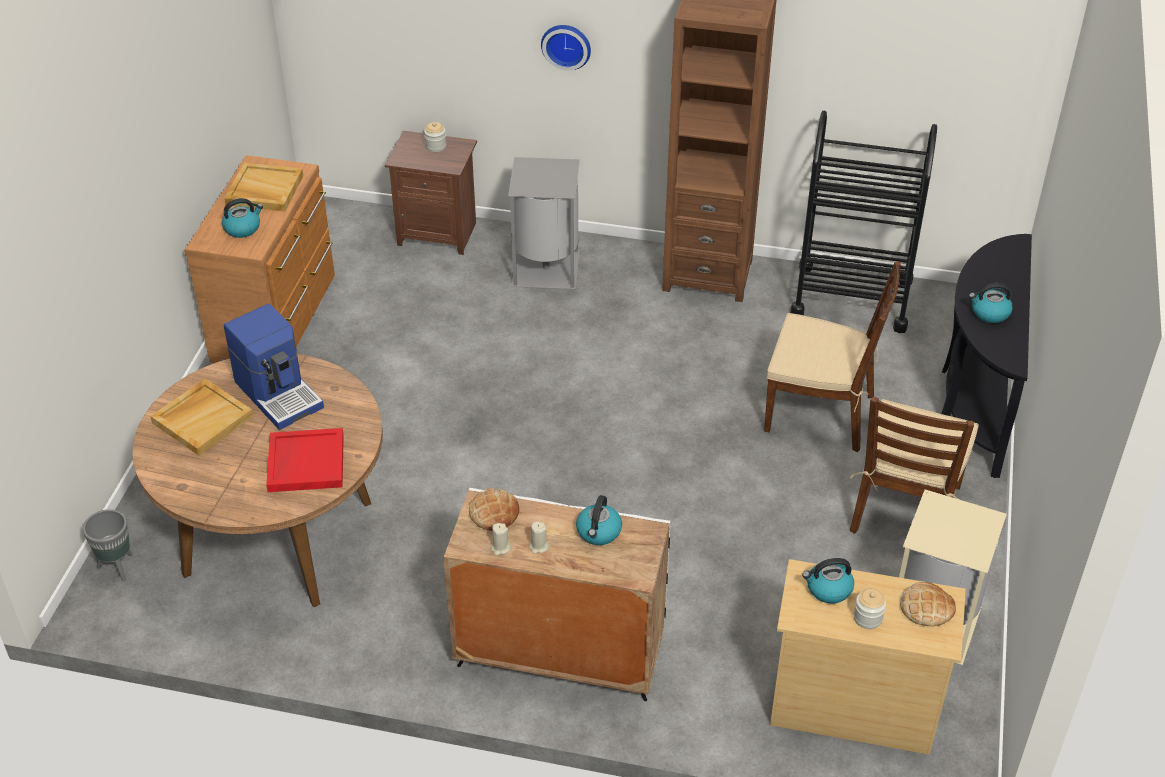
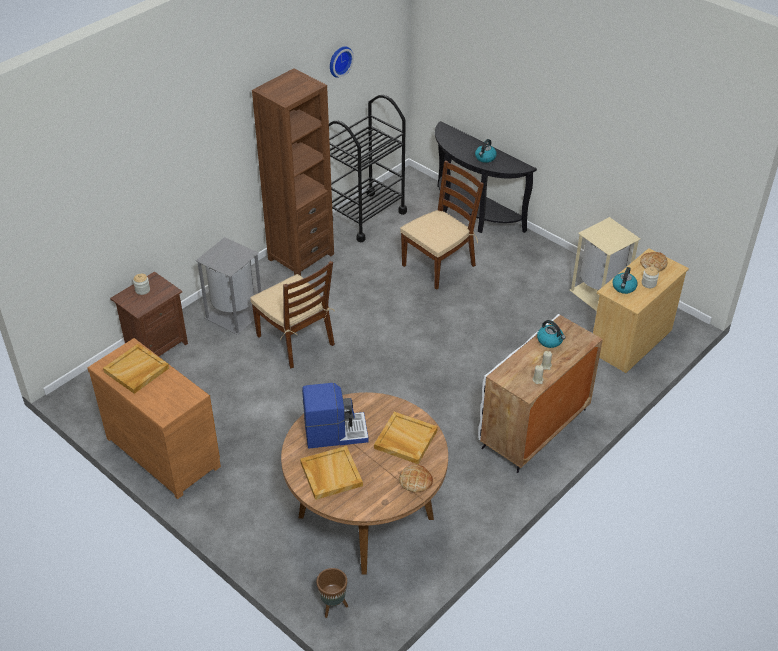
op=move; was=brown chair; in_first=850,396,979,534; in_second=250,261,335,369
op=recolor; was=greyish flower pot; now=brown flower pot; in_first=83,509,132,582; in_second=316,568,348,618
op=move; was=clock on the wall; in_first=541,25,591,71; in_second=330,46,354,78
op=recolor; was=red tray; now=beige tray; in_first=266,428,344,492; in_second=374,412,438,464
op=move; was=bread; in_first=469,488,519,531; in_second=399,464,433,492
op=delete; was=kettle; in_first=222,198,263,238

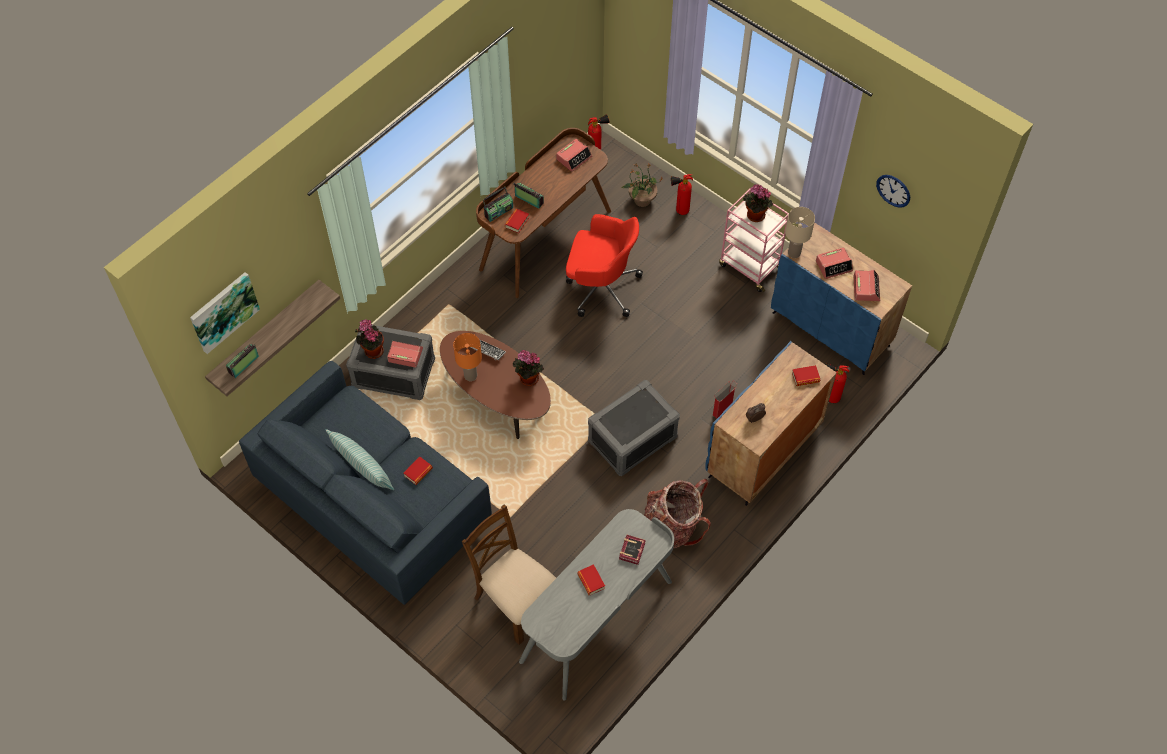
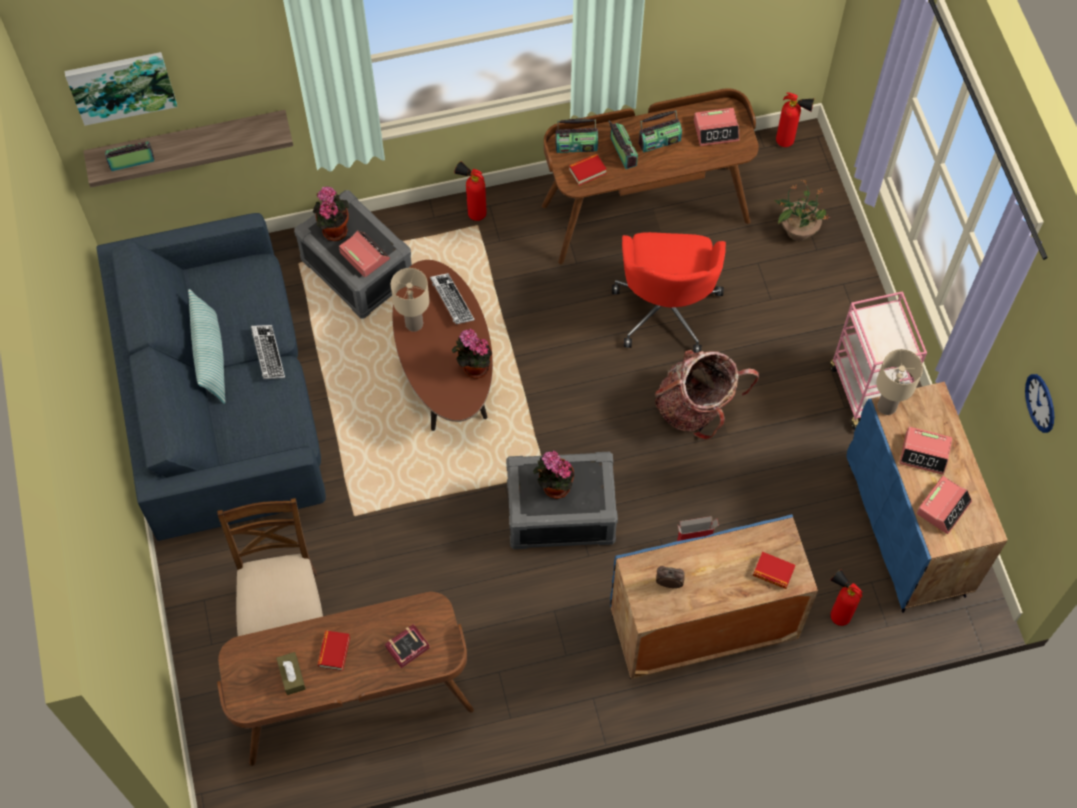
op=recolor; was=greyish desk unit; now=brown desk unit; in_first=519,509,674,701; in_second=217,592,474,766
op=insert; now=PC keyboard; in_second=251,325,285,379
op=insert; now=brown box of tissues; in_second=276,652,306,695
op=recolor; was=orange lamp for a table; now=beige lamp for a table; in_first=453,333,482,381; in_second=391,268,430,332
op=move; was=fire extinguisher; in_first=671,174,693,215; in_second=454,161,487,221
op=move; was=potted plant; in_first=743,184,773,222; in_second=533,451,574,499
op=rotate; was=red office chair; in_first=566,214,643,317; in_second=612,232,726,353; clockwise=45
op=insert; now=radio set; in_second=639,110,682,152
op=move; was=knapsack; in_first=644,479,711,548; in_second=655,350,759,440
op=delete; was=bound book; in_first=404,457,433,485

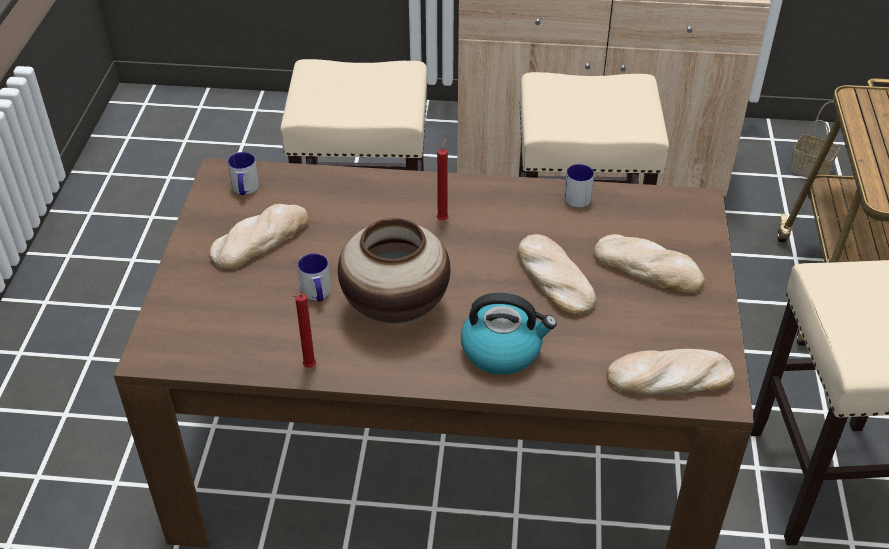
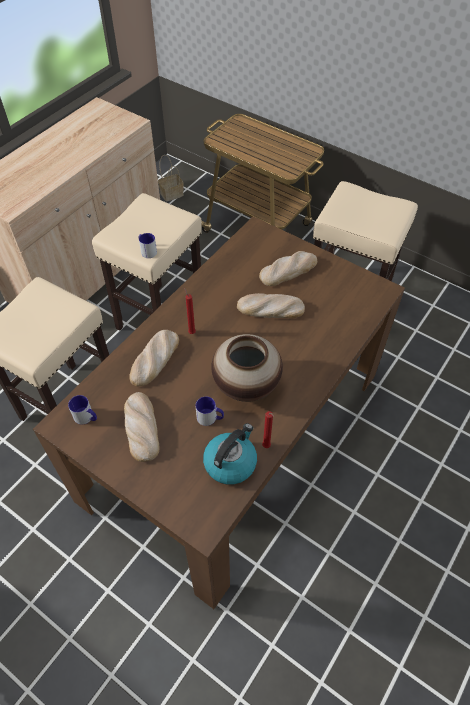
op=move; was=bread; in_first=606,349,735,395; in_second=129,330,179,386
op=move; was=tea mug; in_first=564,164,594,207; in_second=138,233,157,258
op=move; was=kettle; in_first=461,293,557,375; in_second=203,423,257,485

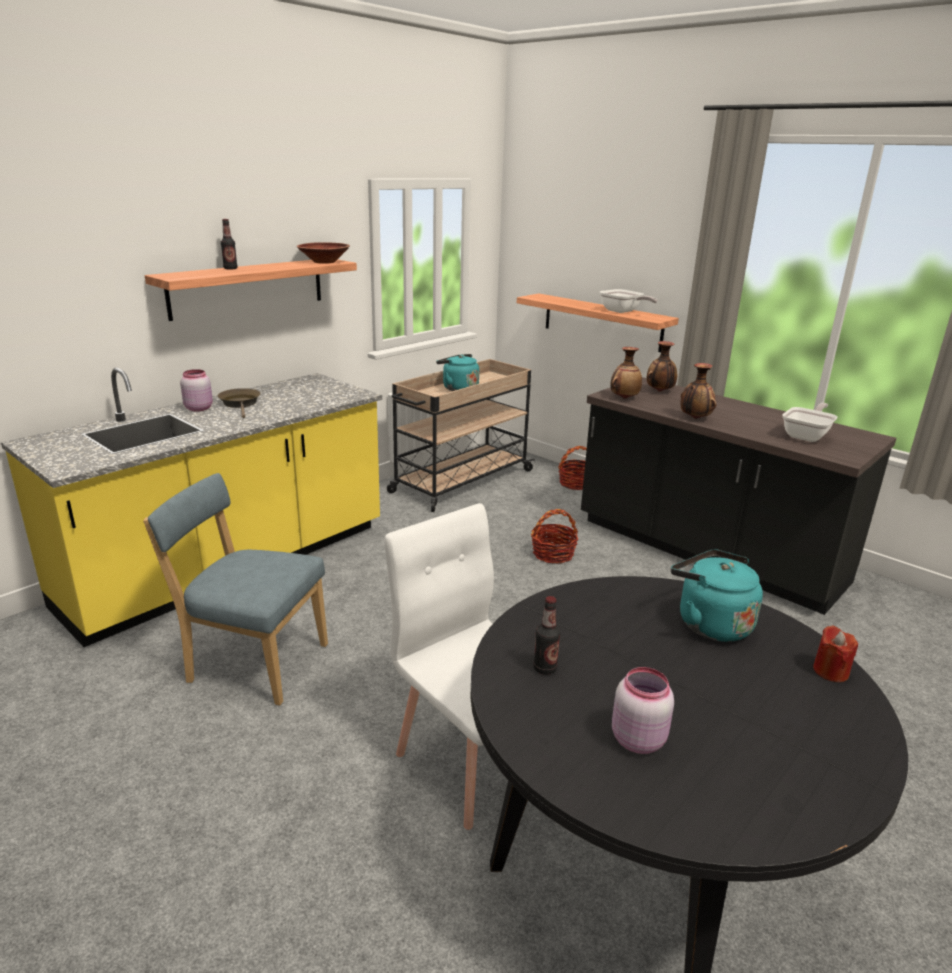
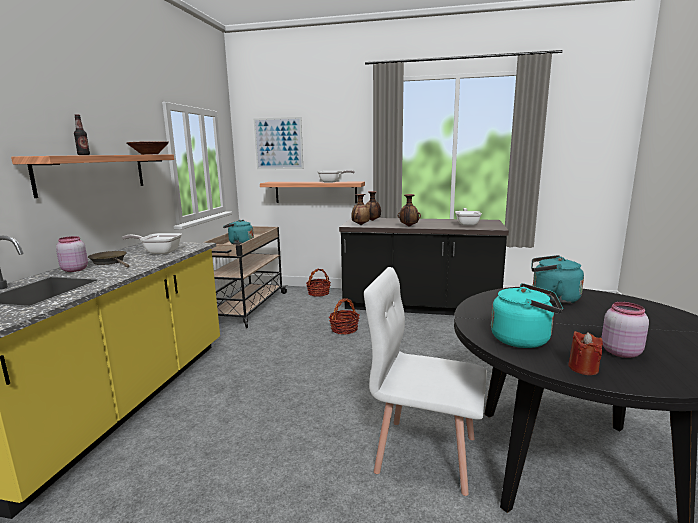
op=insert; now=pan; in_second=122,233,182,254
op=insert; now=picture; in_second=254,117,303,169
op=replace; was=drink bottle; now=turquoise-coloured kettle; in_first=533,596,560,675; in_second=491,283,563,348
op=move; was=red wax candle; in_first=813,625,858,682; in_second=568,331,603,375
op=delete; was=blue chair; in_first=143,473,328,706

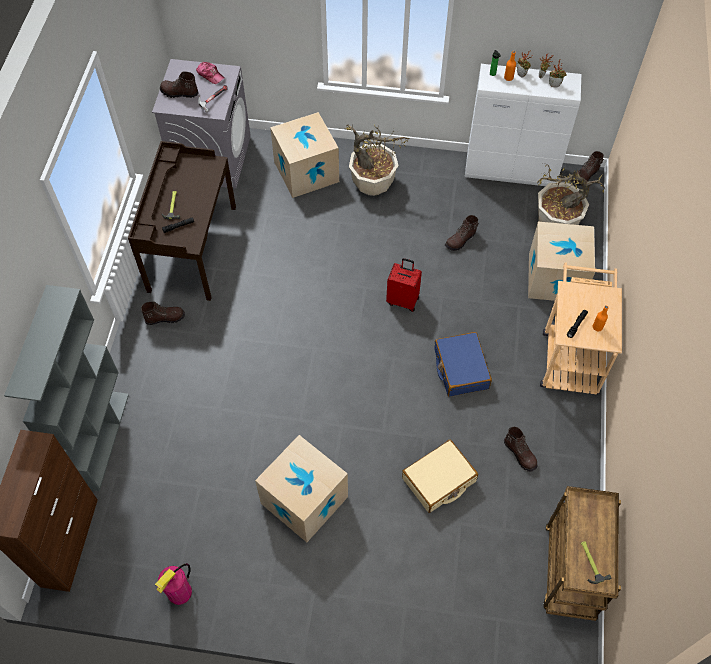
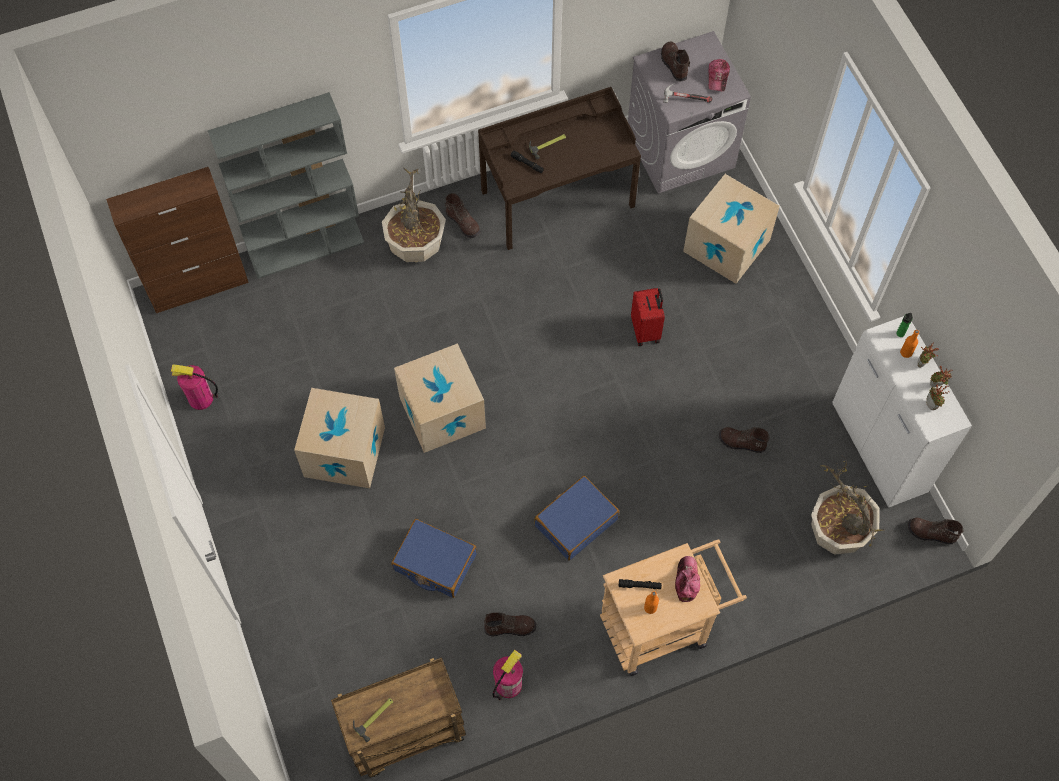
op=move; was=potted plant; in_first=346,124,410,196; in_second=382,168,446,262
op=recolor; was=beige piece of luggage; now=blue piece of luggage; in_first=402,440,478,513; in_second=391,519,477,598
op=move; was=cardboard box; in_first=528,222,595,301; in_second=394,343,486,453
op=rotate; was=brown boot; in_first=504,426,538,472; in_second=484,612,537,637; clockwise=-120
op=insert; now=fire extinguisher; in_second=492,650,523,701
op=move; was=red piece of luggage; in_first=386,258,422,312; in_second=631,288,665,346
op=insert; now=cap; in_second=675,556,700,602

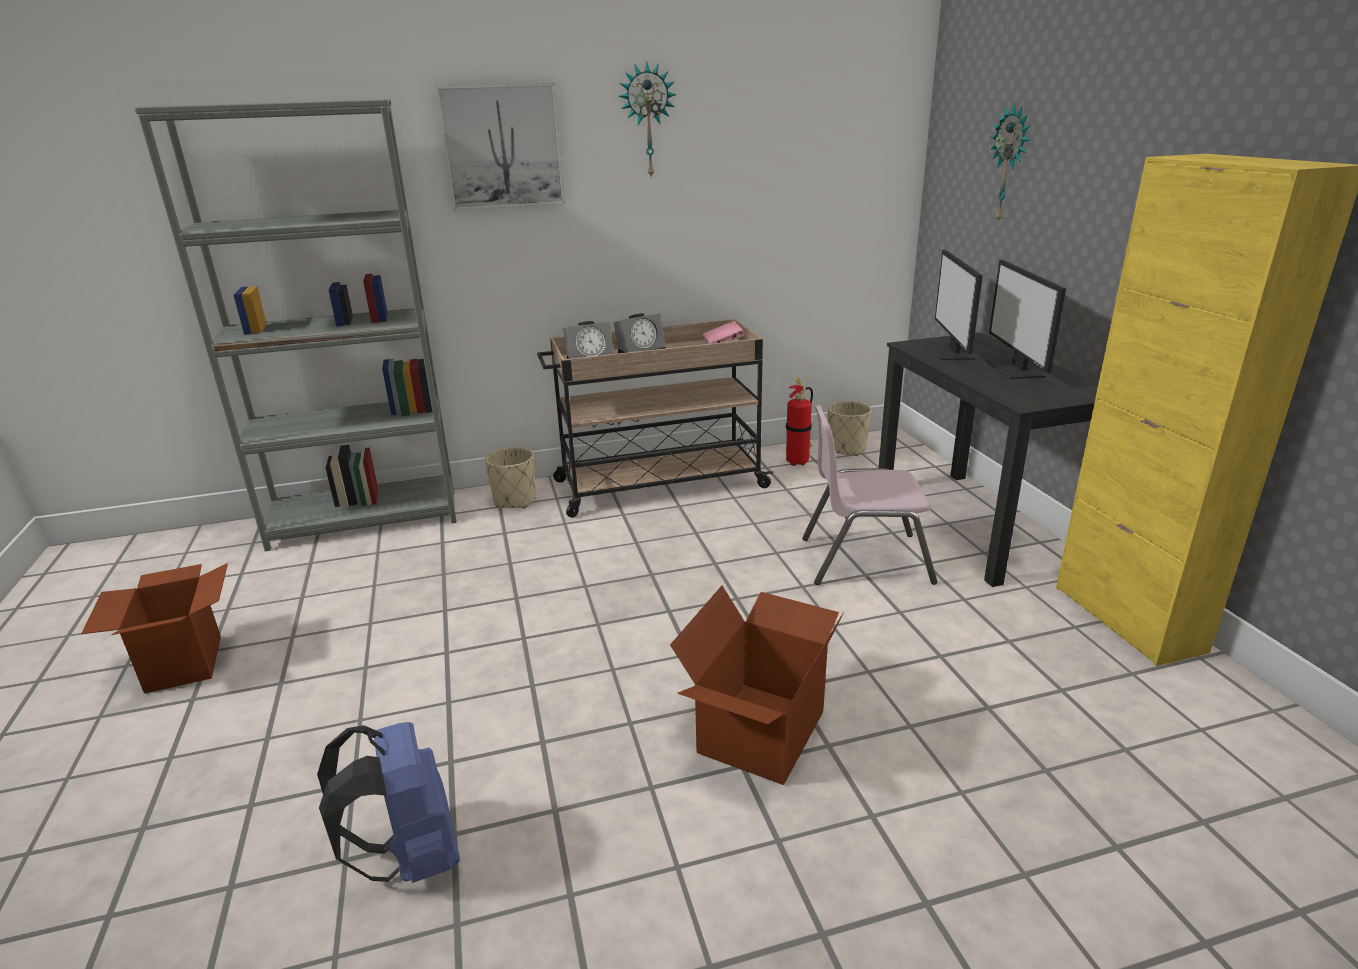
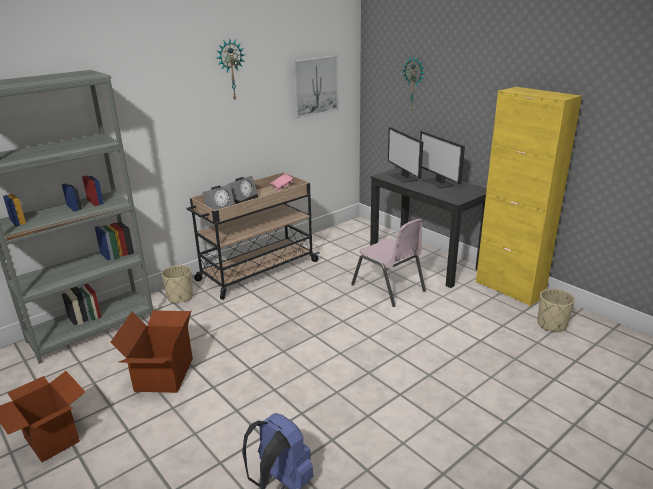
op=move; was=cardboard box; in_first=670,586,844,785; in_second=110,310,193,393
op=move; was=picture; in_first=436,83,565,211; in_second=293,55,338,119
op=rotate; was=pink-coloured chair; in_first=802,405,937,585; in_second=351,219,426,307; clockwise=-105
op=move; was=beige flower pot; in_first=828,401,872,456; in_second=537,289,575,331
op=delete; was=fire extinguisher; in_first=786,379,813,466

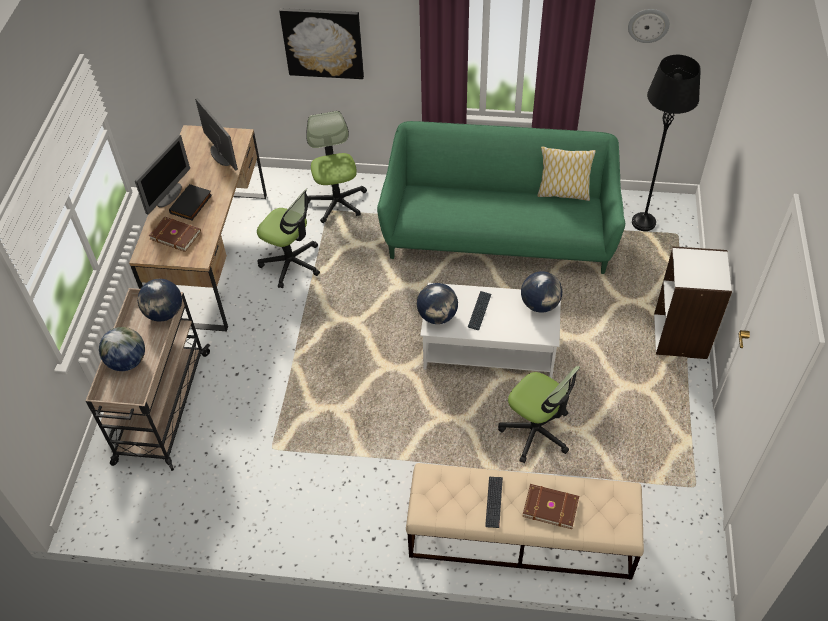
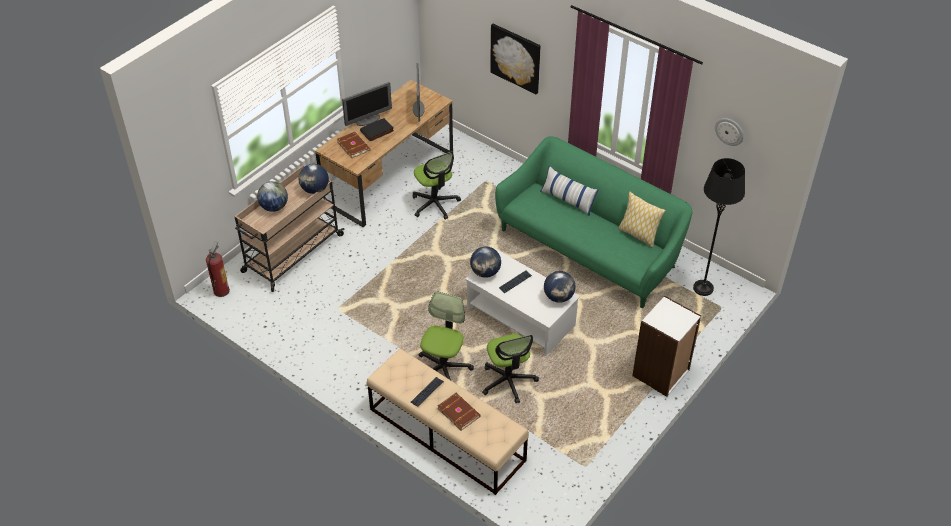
op=insert; now=fire extinguisher; in_second=206,242,230,297
op=move; was=office chair; in_first=306,111,367,223; in_second=418,292,474,380
op=insert; now=throw pillow; in_second=540,166,599,216

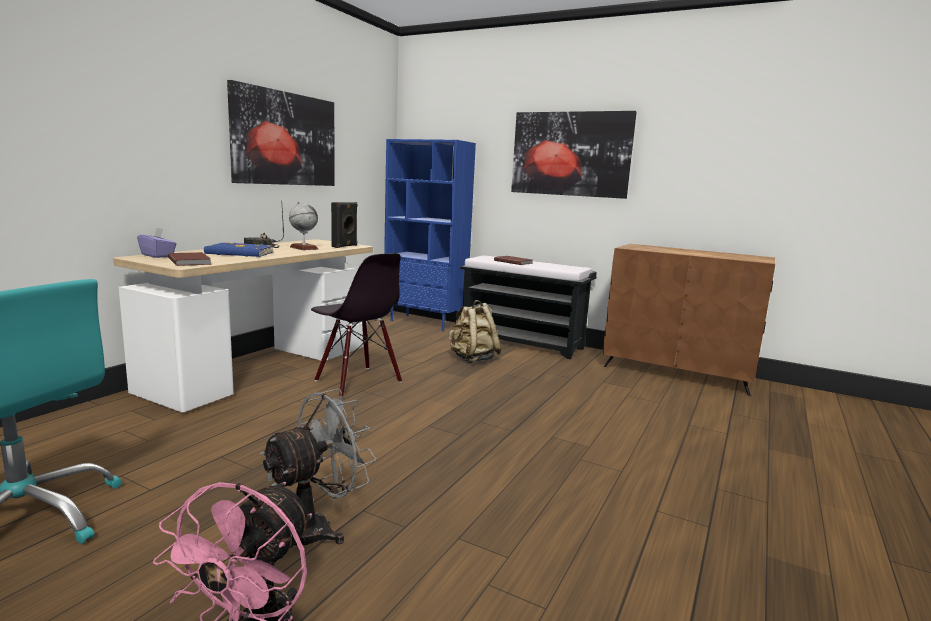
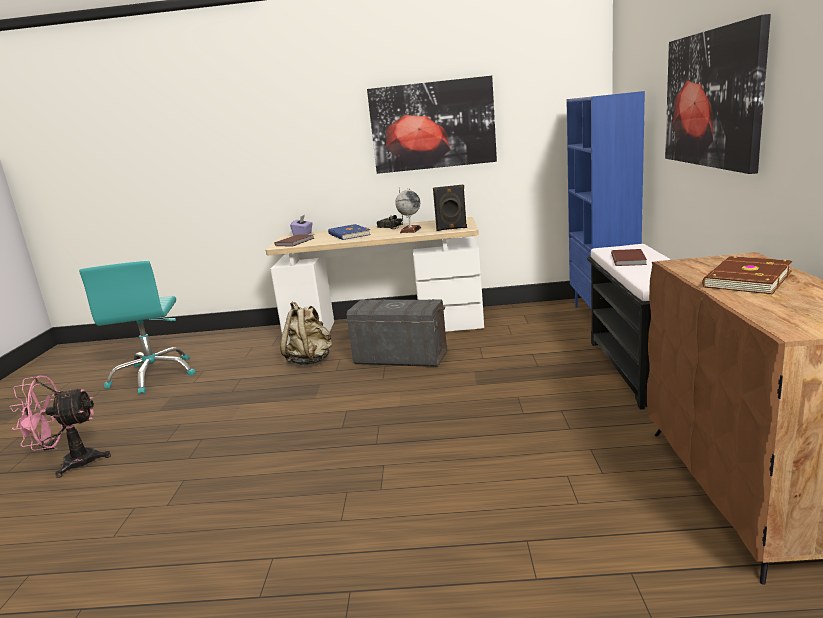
op=move; was=beige knapsack; in_first=448,300,502,363; in_second=280,302,332,365
op=replace; was=black-coloured chair; now=greyish storage bin; in_first=311,253,402,398; in_second=345,299,447,367
op=insert; now=brown bound book; in_second=702,256,792,294
op=delete; was=greyish cooling fan; in_first=259,388,376,545

